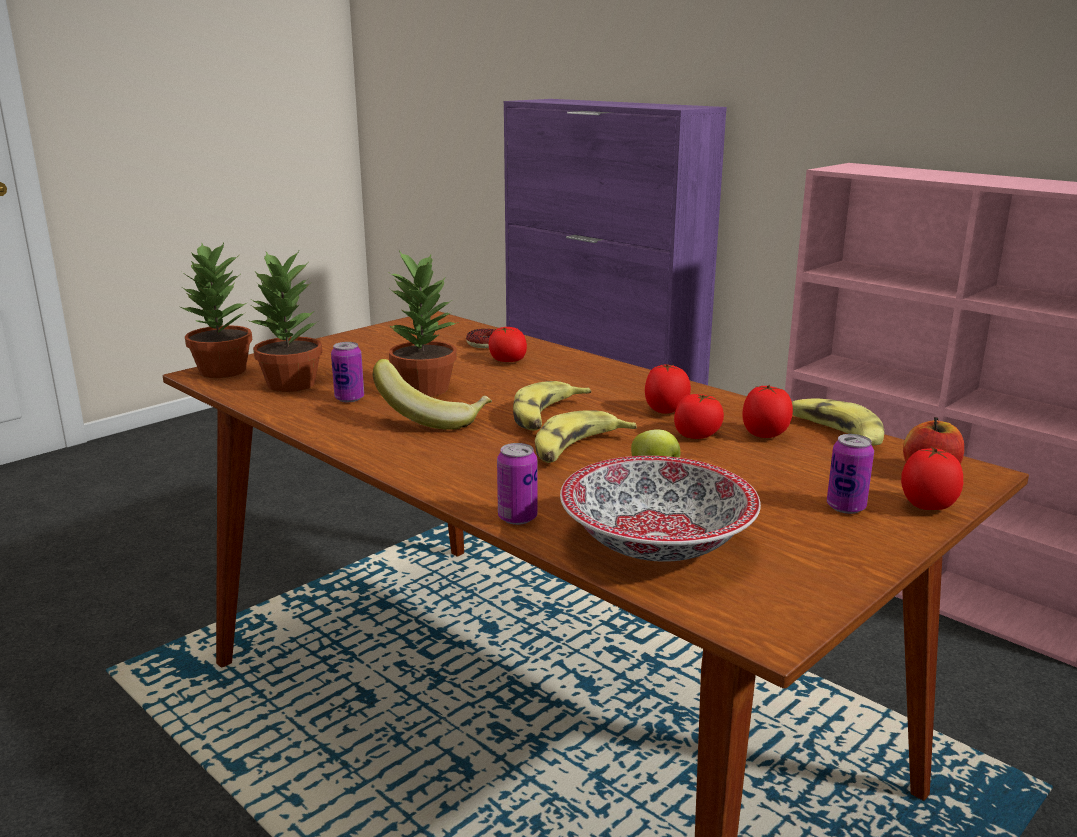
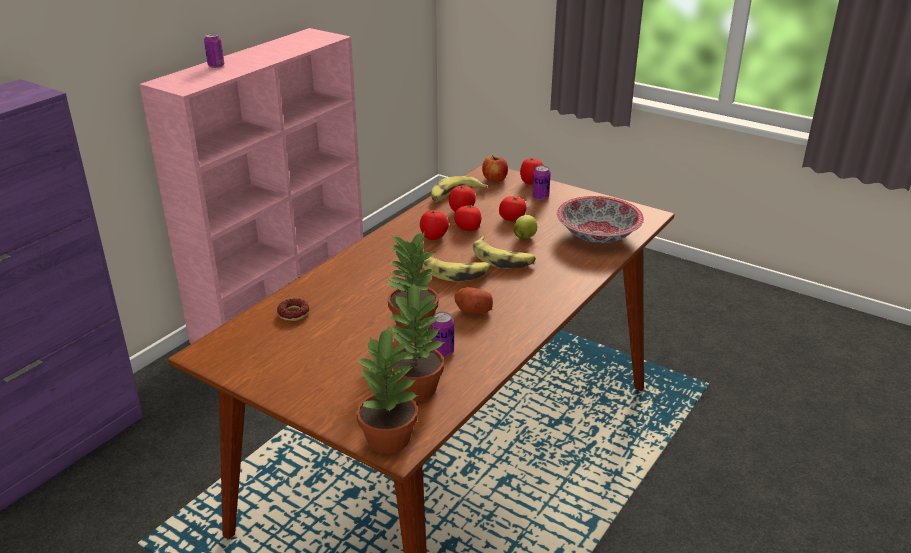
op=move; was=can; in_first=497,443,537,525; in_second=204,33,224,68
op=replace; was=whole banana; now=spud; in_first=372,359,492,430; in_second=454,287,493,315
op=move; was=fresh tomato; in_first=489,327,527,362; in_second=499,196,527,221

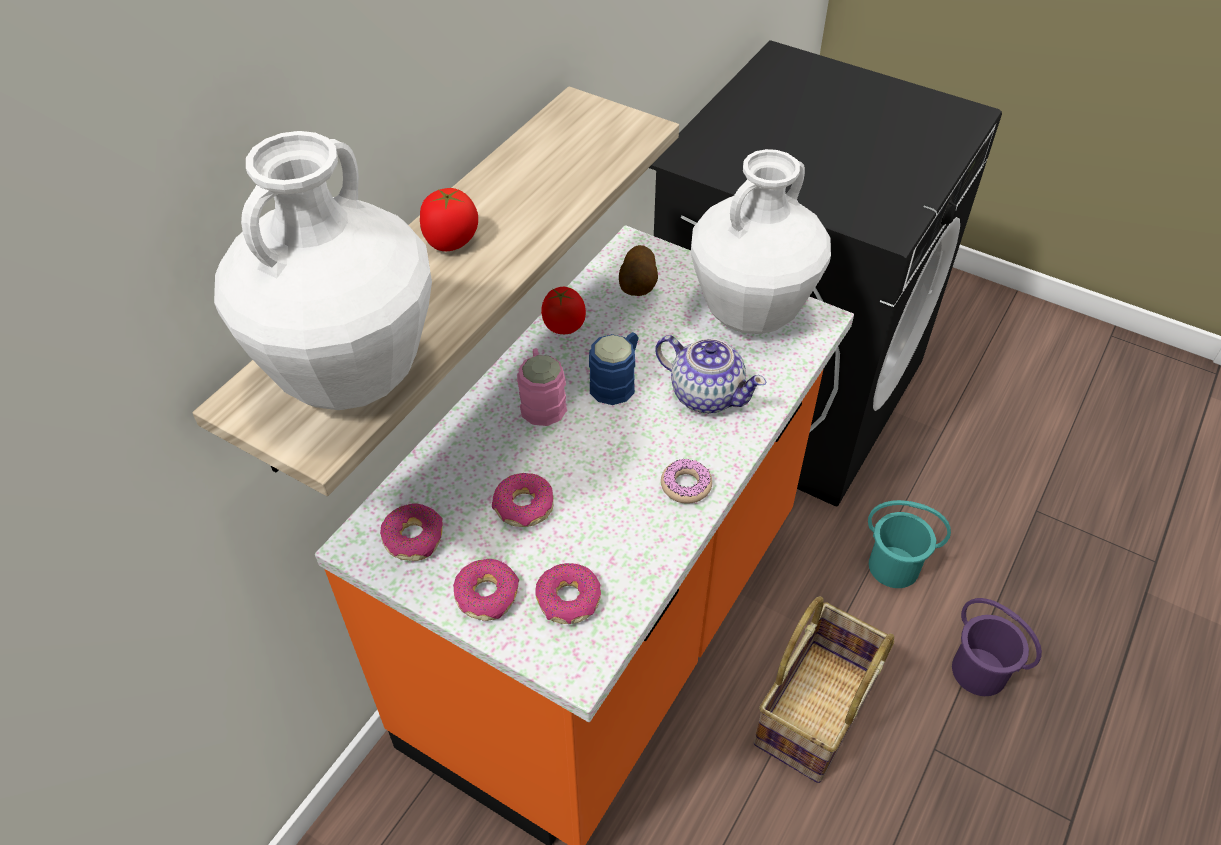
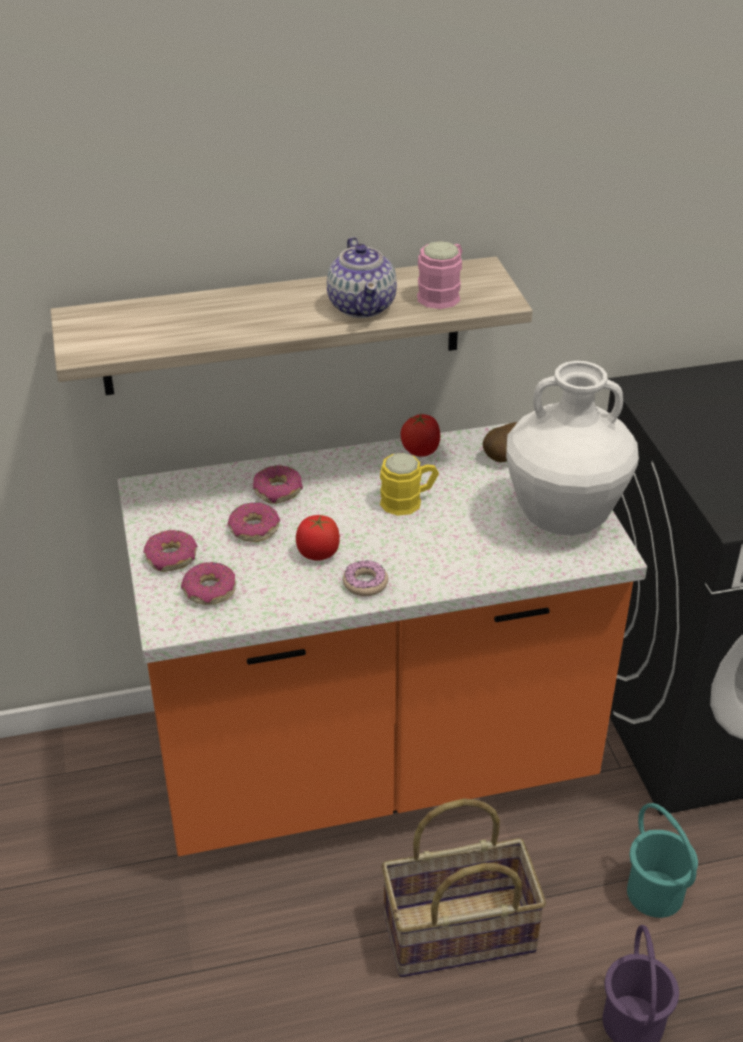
op=move; was=doughnut; in_first=380,504,443,561; in_second=253,465,303,504
op=move; was=fresh tomato; in_first=420,188,478,251; in_second=296,515,340,561
op=move; was=tea pot; in_first=655,335,767,413; in_second=327,237,397,318
op=recolor; was=blue tea mug; now=yellowish tea mug; in_first=589,332,638,405; in_second=380,453,439,516
op=move; was=pink-coloured tea mug; in_first=517,348,567,426; in_second=417,241,462,309
op=delete; was=white flower vase; in_first=214,131,432,410

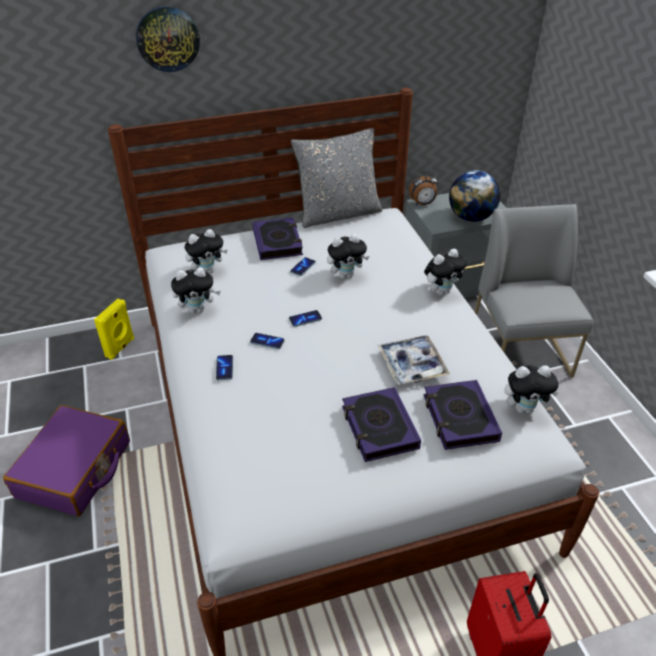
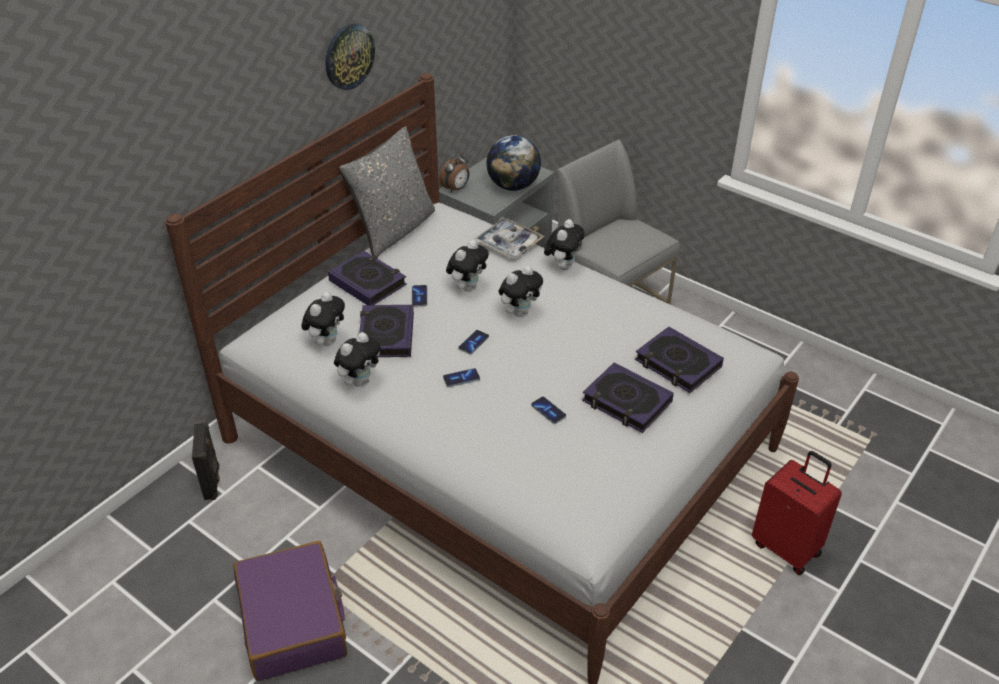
op=recolor; was=yellowish loudspeaker; now=black-coloured loudspeaker; in_first=94,299,134,360; in_second=192,422,220,500
op=move; was=clock on the wall; in_first=136,6,200,72; in_second=325,24,375,90
op=insert; now=bound book; in_second=359,305,414,357
op=move; was=tray; in_first=378,335,450,385; in_second=474,218,544,259
op=move; was=cuddly toy; in_first=504,365,559,413; in_second=499,265,543,317
op=move; was=handset; in_first=216,355,233,380; in_second=531,397,566,424

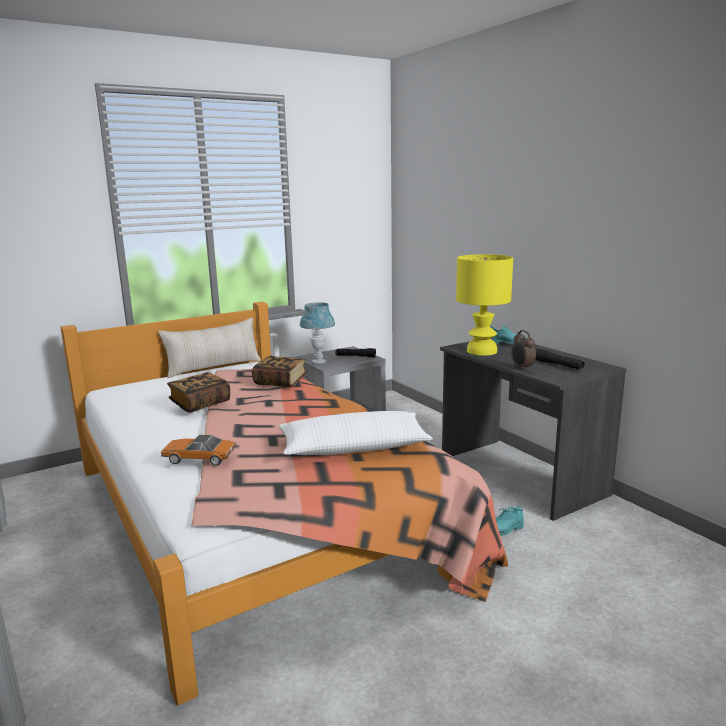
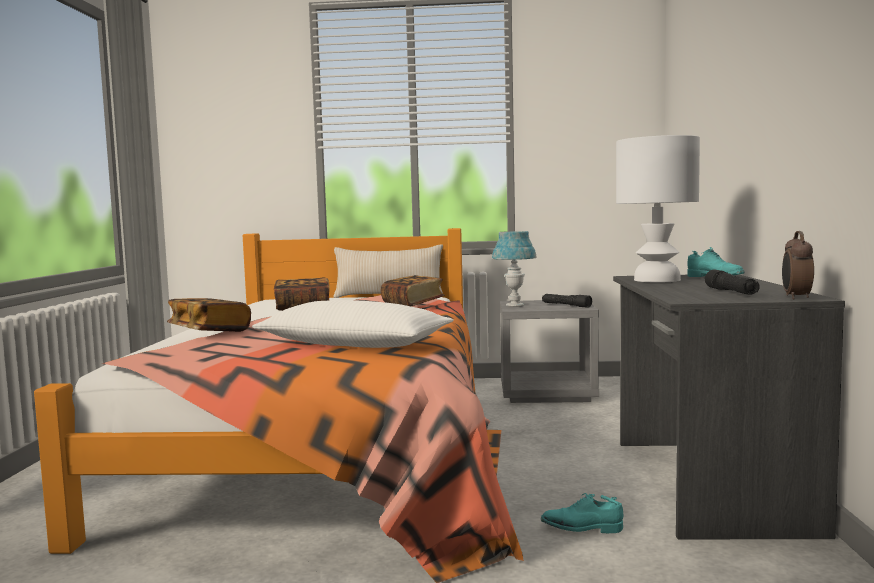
op=replace; was=model car; now=bound book; in_first=161,435,236,466; in_second=167,298,251,332
op=recolor; was=yellowish lamp for a table; now=white lamp for a table; in_first=456,254,513,356; in_second=616,135,700,283
op=move; was=bedside clock; in_first=511,330,536,371; in_second=782,231,814,300

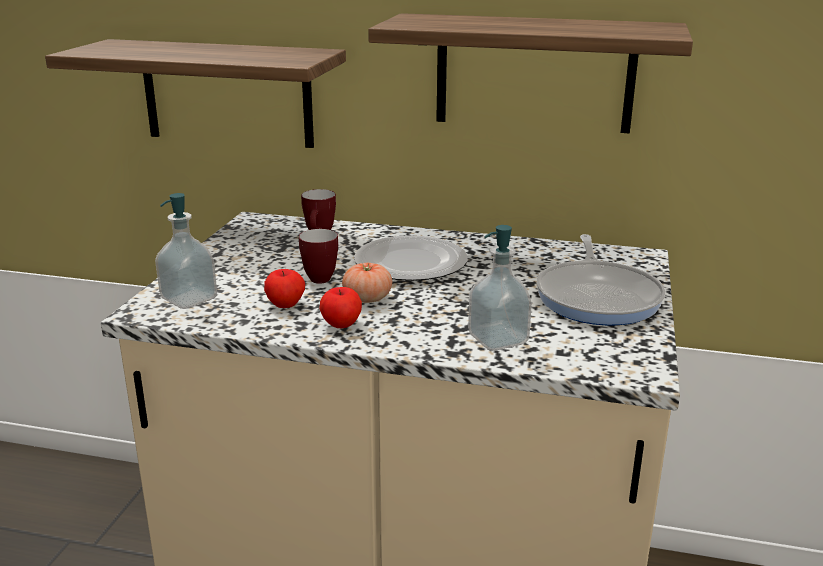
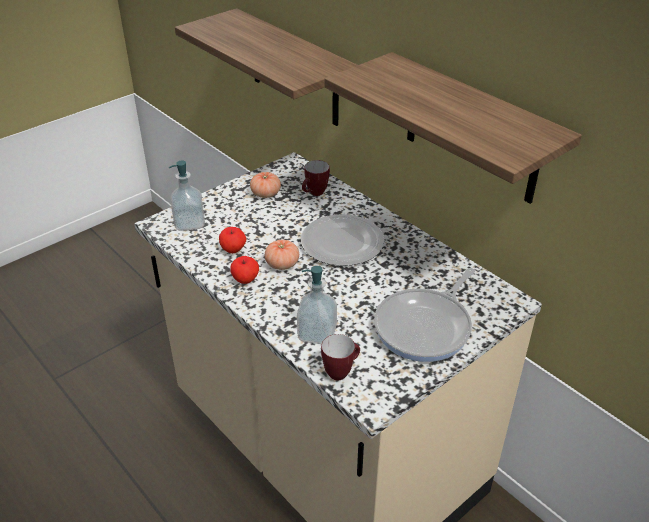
op=insert; now=fresh tomato; in_second=250,172,281,198
op=move; was=tea mug; in_first=299,229,338,284; in_second=321,334,360,381

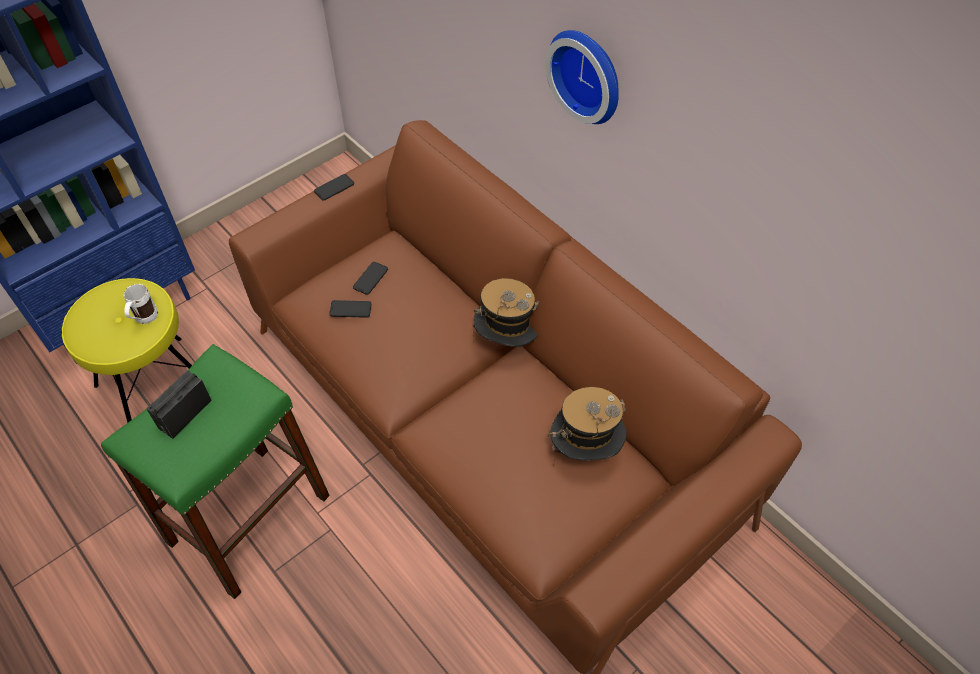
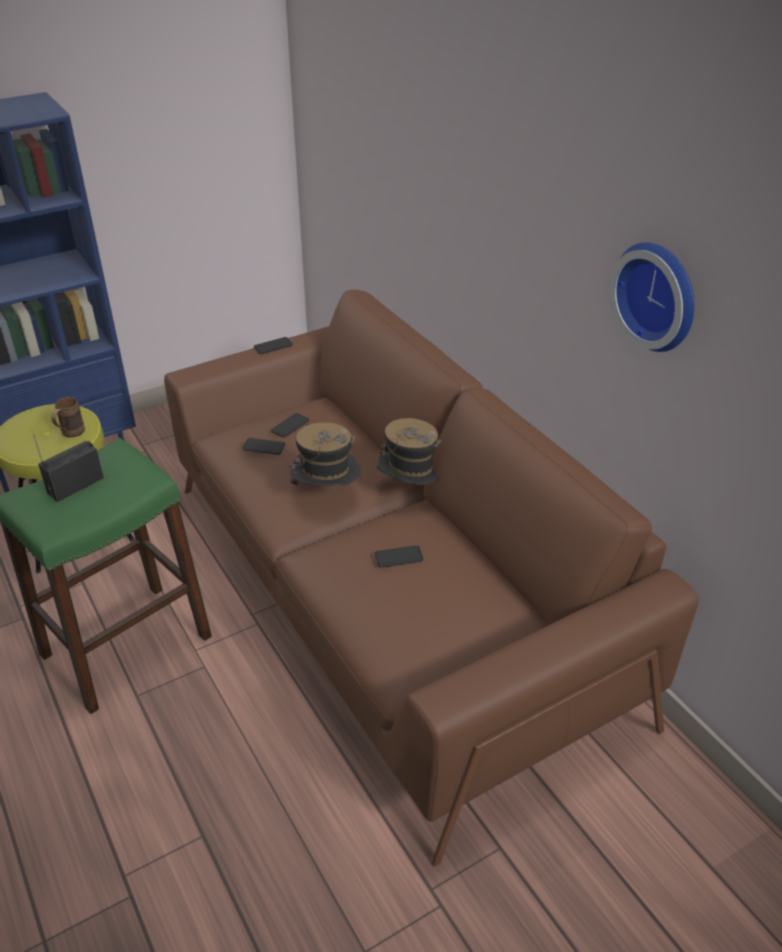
op=recolor; was=white tea mug; now=brown tea mug; in_first=124,284,158,324; in_second=52,397,85,438
op=move; was=clothing hat; in_first=548,387,626,466; in_second=288,422,361,503
op=insert; now=handset; in_second=375,545,423,568
op=move; was=clock on the wall; in_first=545,30,619,124; in_second=609,243,694,352

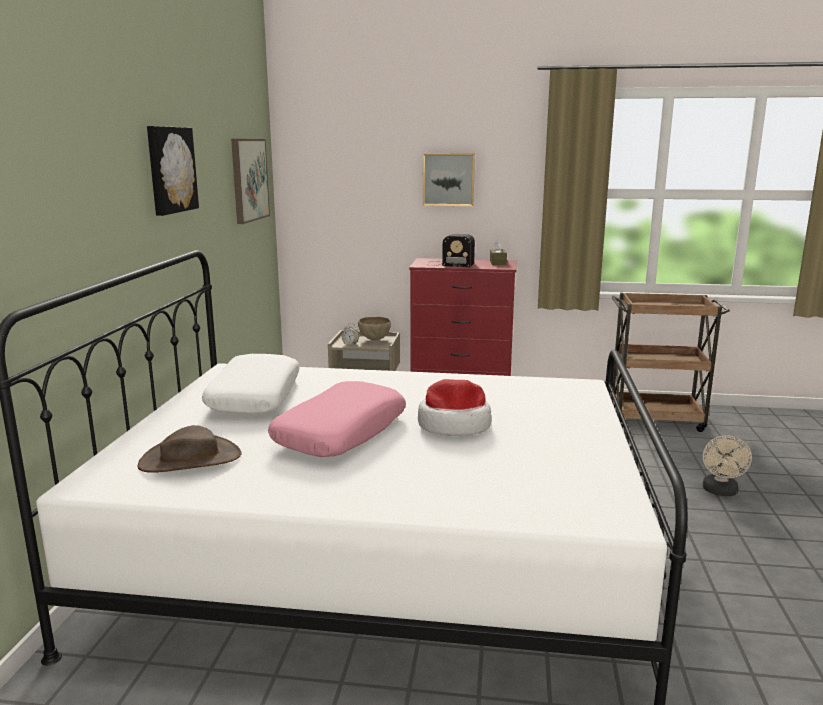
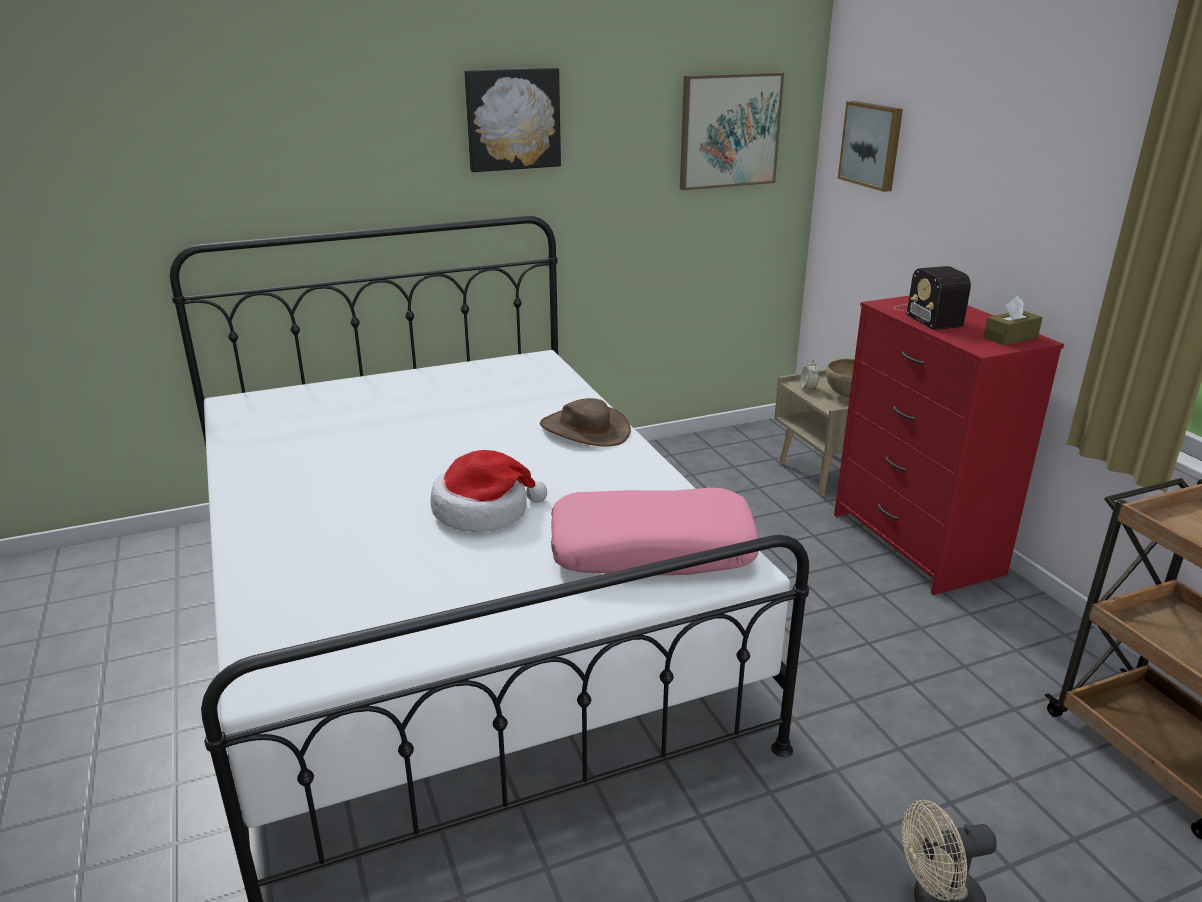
op=move; was=brown clothing hat; in_first=137,425,242,473; in_second=540,398,631,447
op=move; was=pink-coloured throw pillow; in_first=268,381,406,457; in_second=551,488,759,575
op=move; was=picture; in_first=423,153,475,206; in_second=838,101,903,192
op=delete; was=white throw pillow; in_first=202,354,300,414

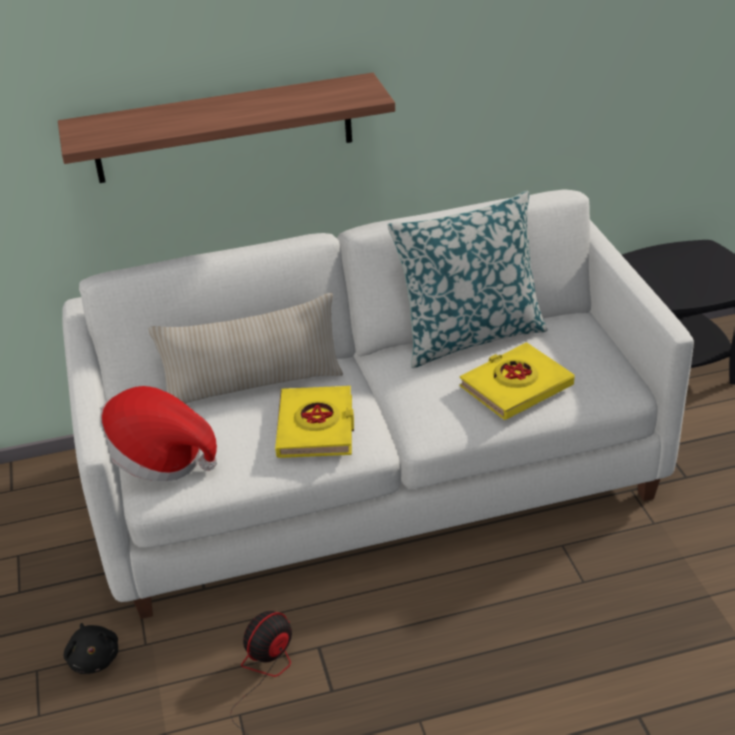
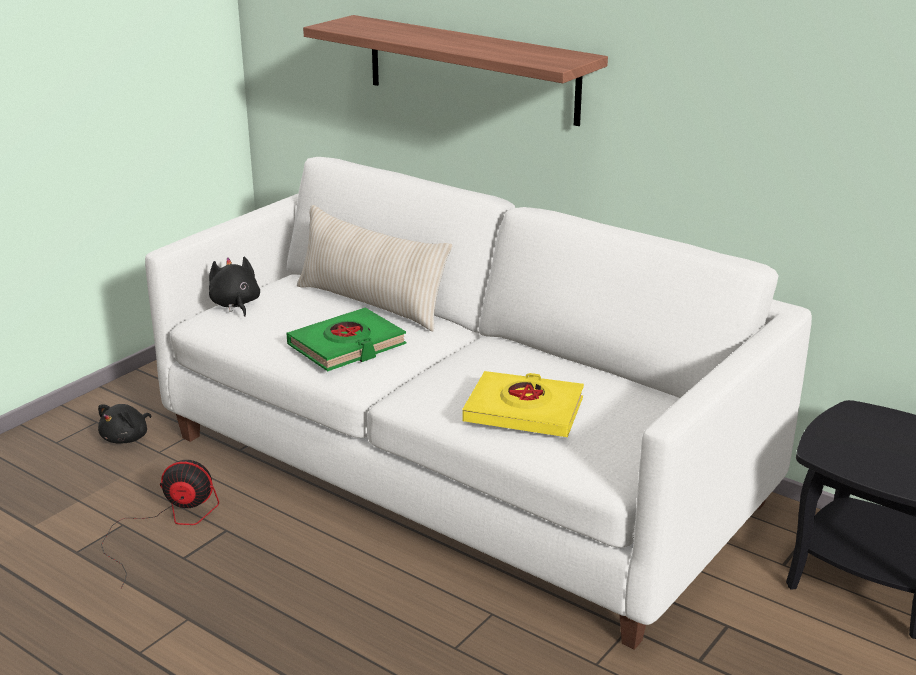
op=replace; was=clothing hat; now=black-coloured cuddly toy; in_first=100,386,217,481; in_second=209,256,260,317
op=recolor; was=yellowish bound book; now=green bound book; in_first=275,386,354,458; in_second=286,308,407,371
op=delete; was=throw pillow; in_first=387,191,547,368

